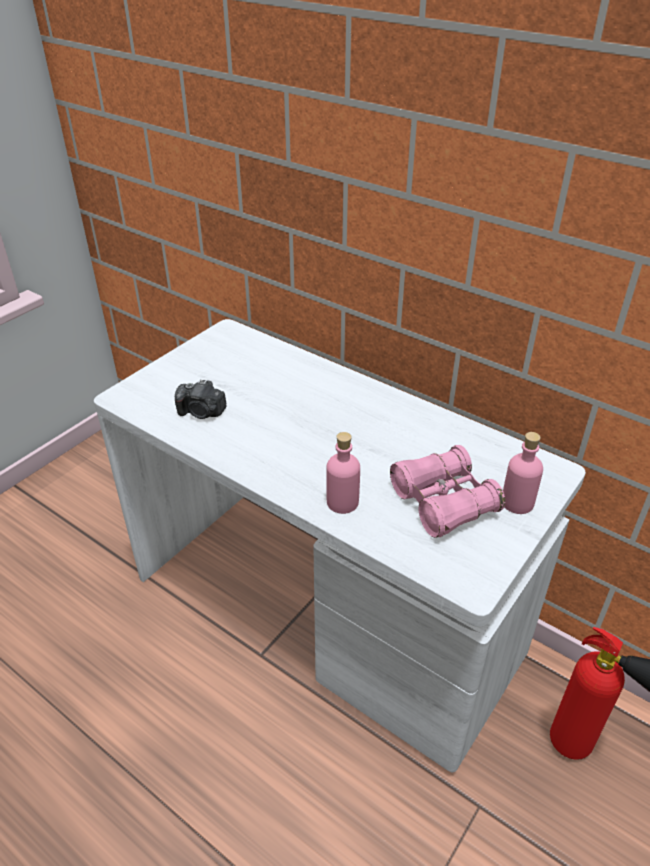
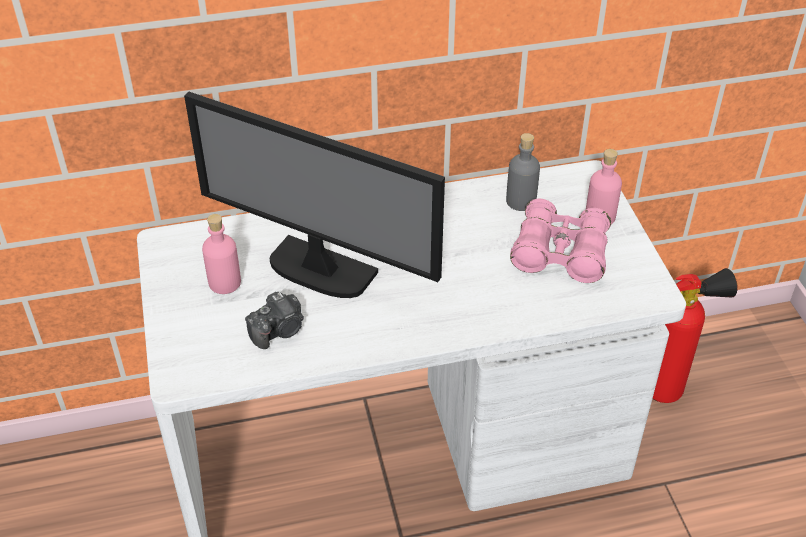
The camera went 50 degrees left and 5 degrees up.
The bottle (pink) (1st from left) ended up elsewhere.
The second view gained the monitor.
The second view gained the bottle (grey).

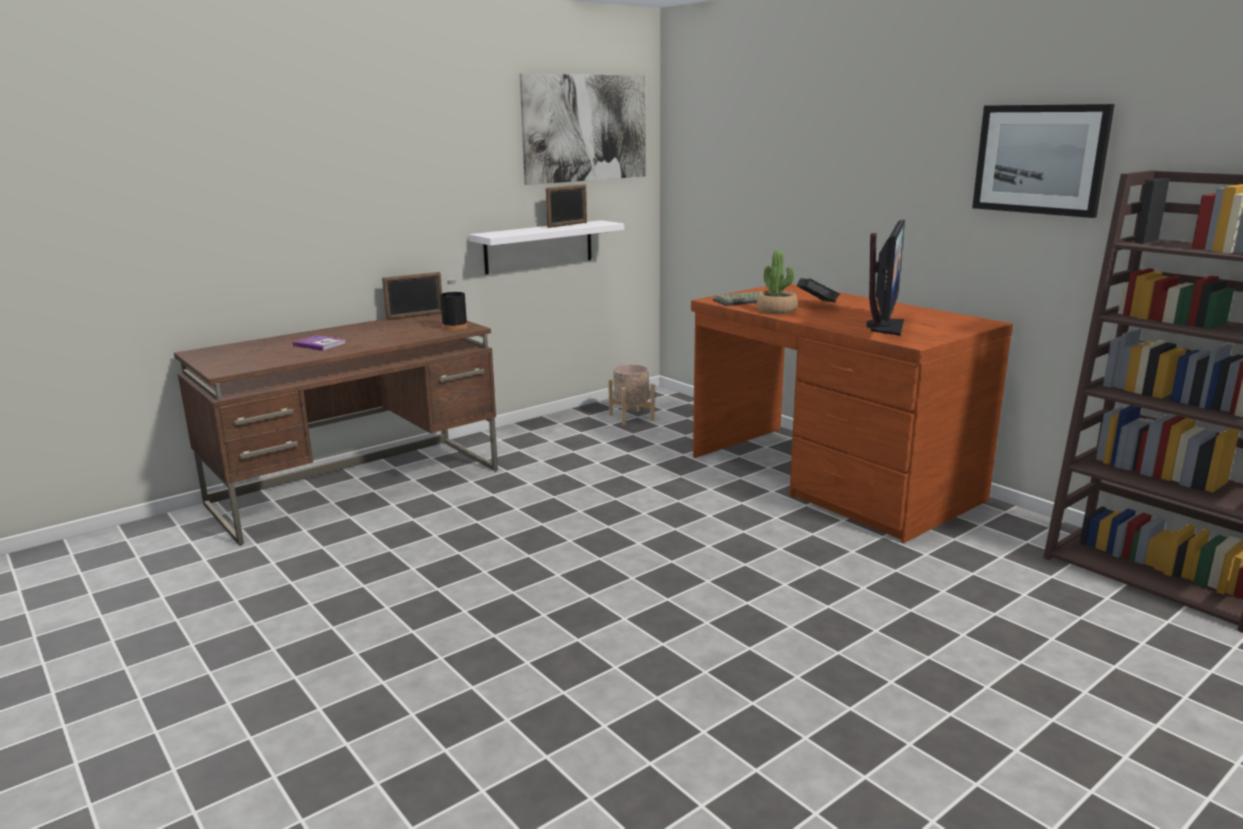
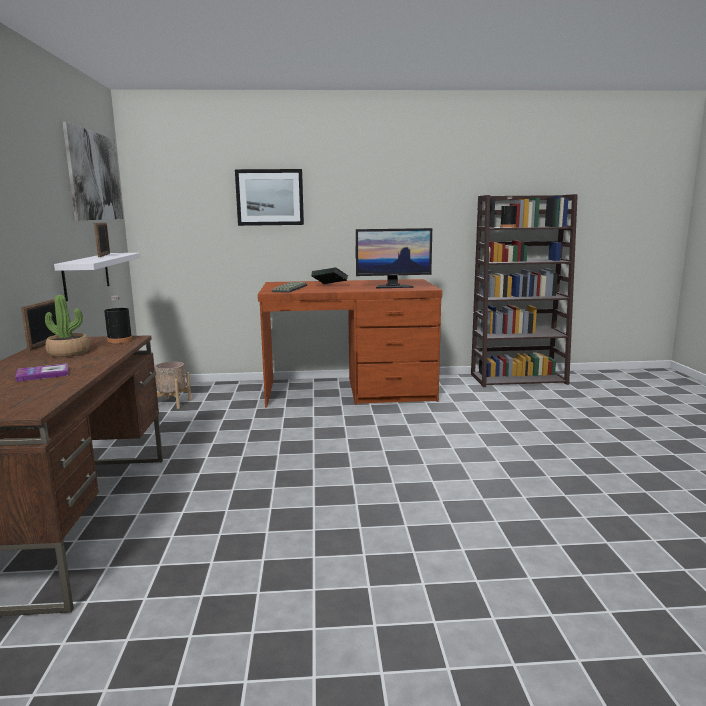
The camera went 55 degrees left and 5 degrees down.
The potted plant ended up elsewhere.
The monitor ended up facing another way, 120 degrees clockwise from before.
The picture (2nd from left) ended up elsewhere.
The second view gained the bottle (black) (2nd from left).

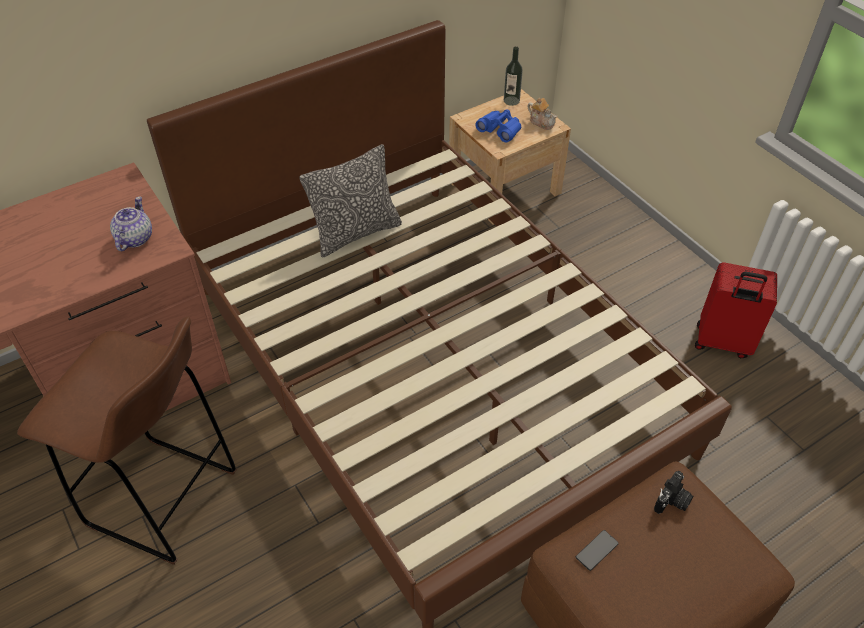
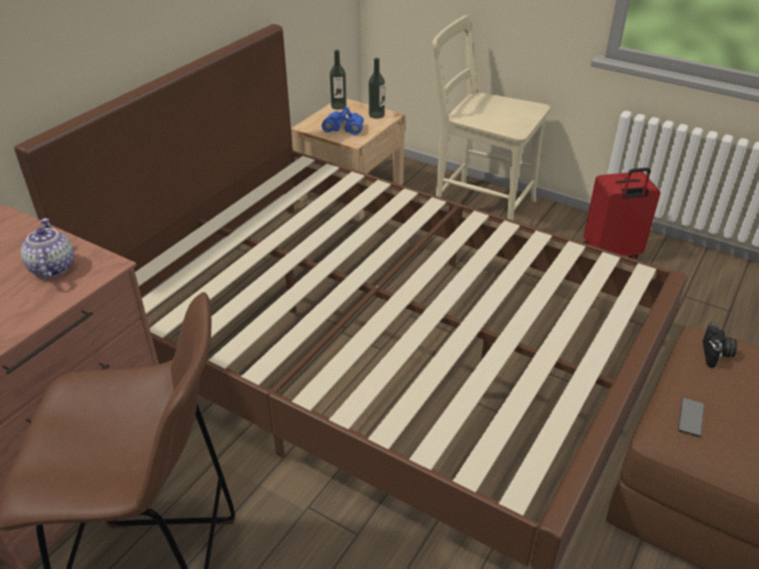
The camera went 25 degrees left and 10 degrees down.
The second view lost the pillow.
Where the teapot (2nd from left) stood, the bottle (2nd from left) came to stand.
The second view gained the chair (beige).

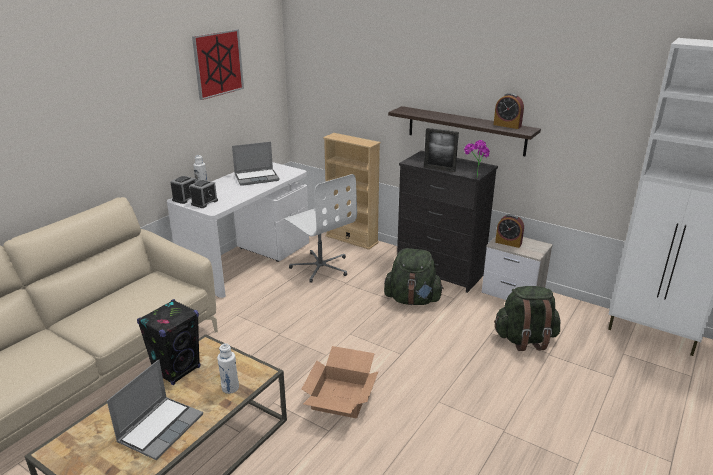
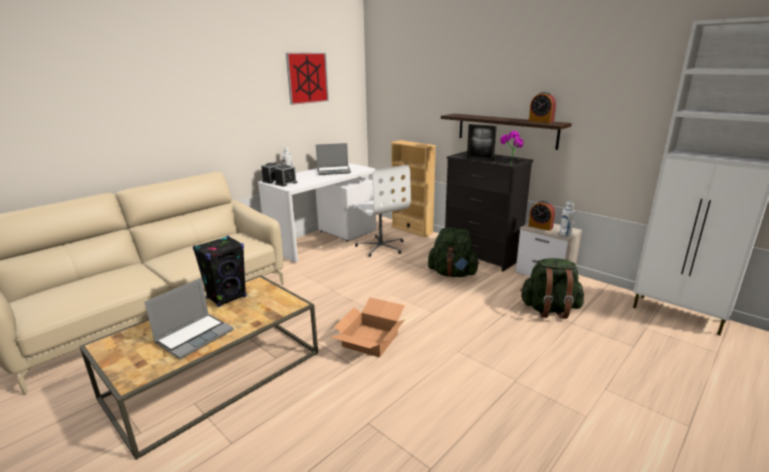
The camera went 10 degrees right and 5 degrees down.
The bottle (white) (2nd from left) ended up elsewhere.

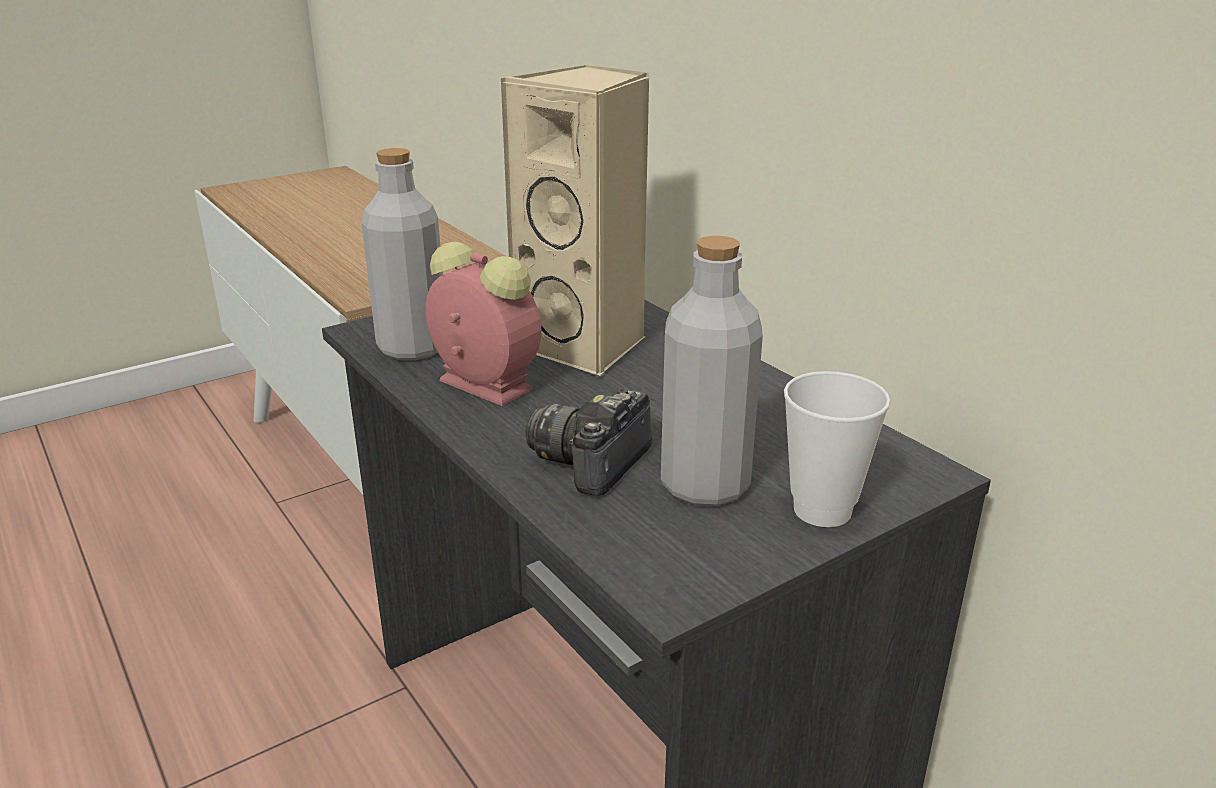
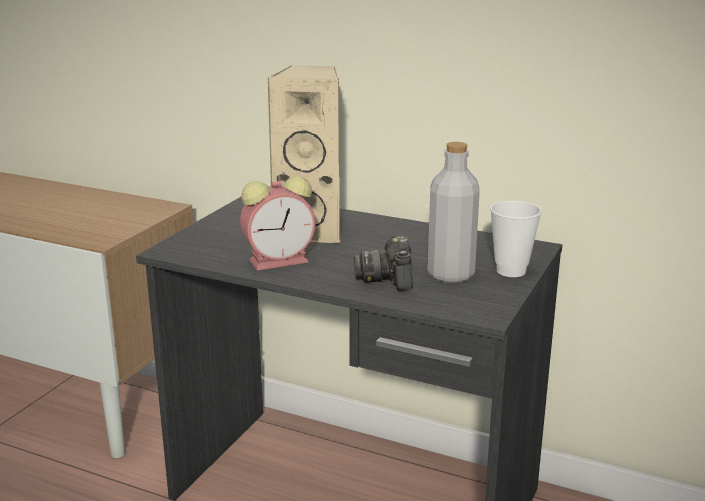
The camera went 30 degrees left and 5 degrees down.
The second view lost the bottle (grey) (1st from left).
The alarm clock ended up facing another way, 150 degrees clockwise from before.

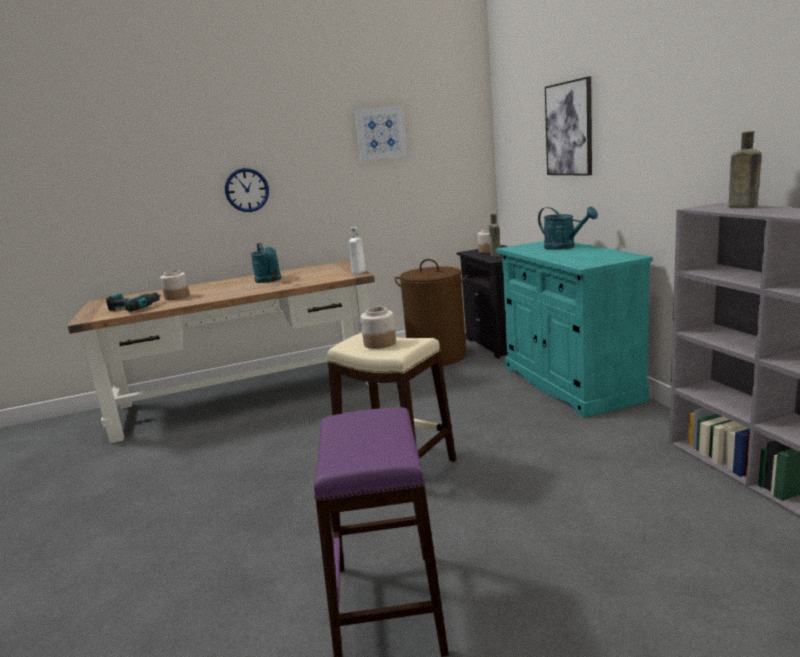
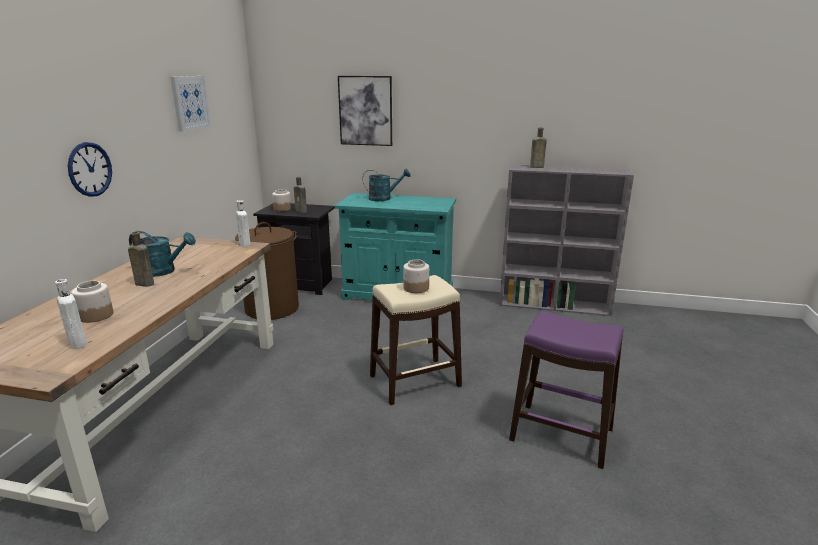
The camera went 60 degrees left and 5 degrees up.
Where the power drill stood, the bottle (white) (1st from left) came to stand.
The second view gained the bottle (brown) (1st from left).

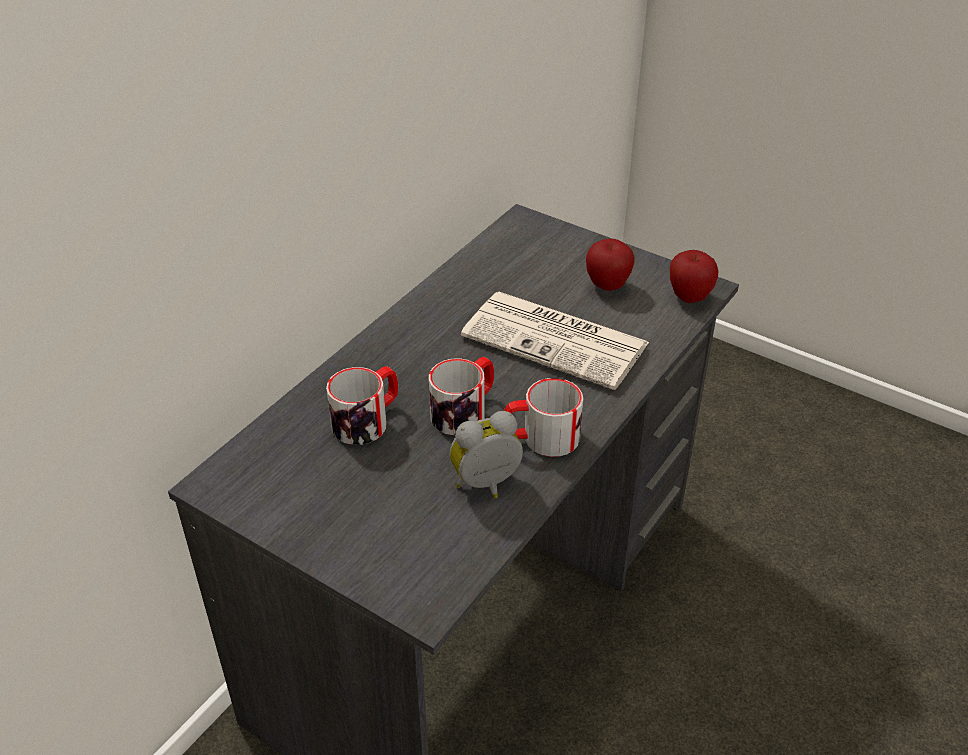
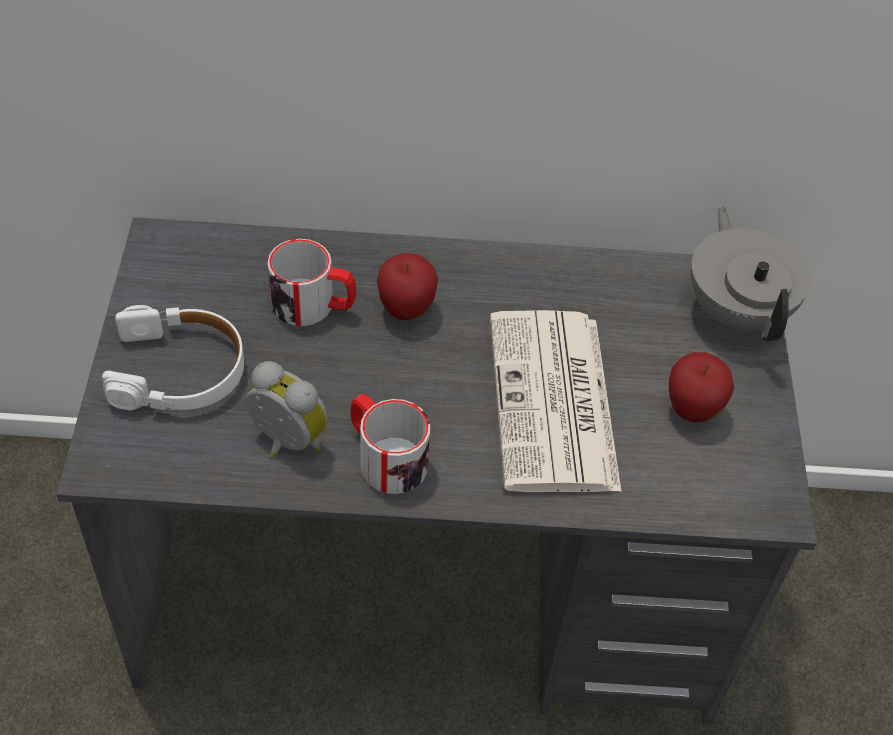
The camera went 55 degrees right and 10 degrees up.
The second view lost the mug (2nd from left).
The apple (2nd from left in the first image) ended up elsewhere.
The second view gained the headphones (white).
The second view gained the teapot (grey).

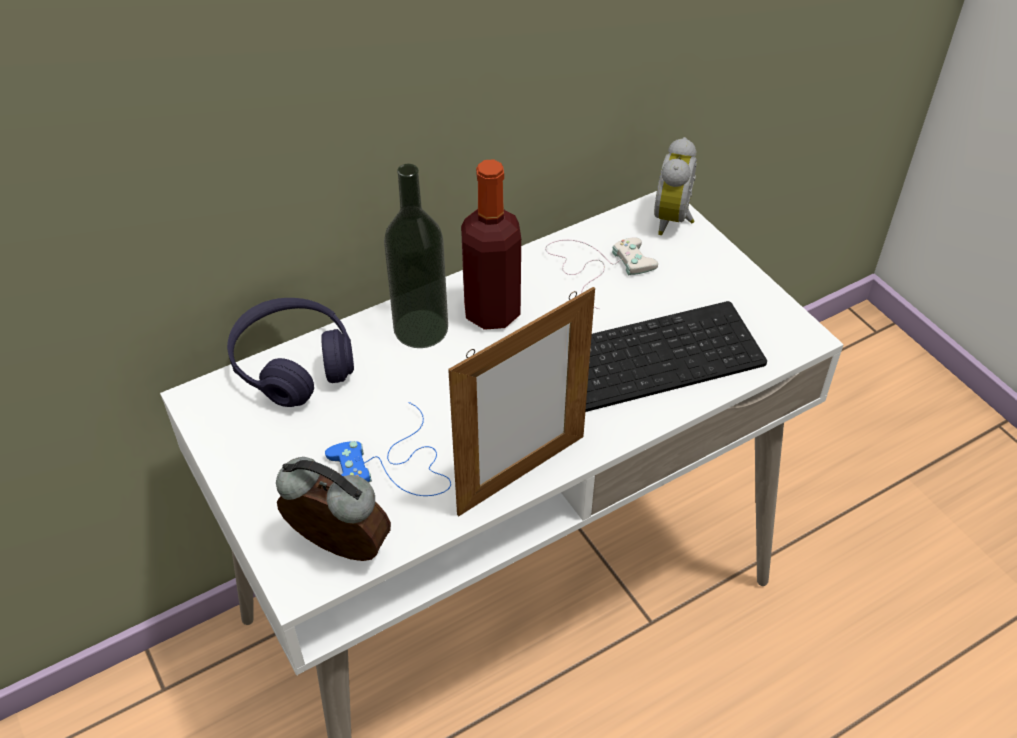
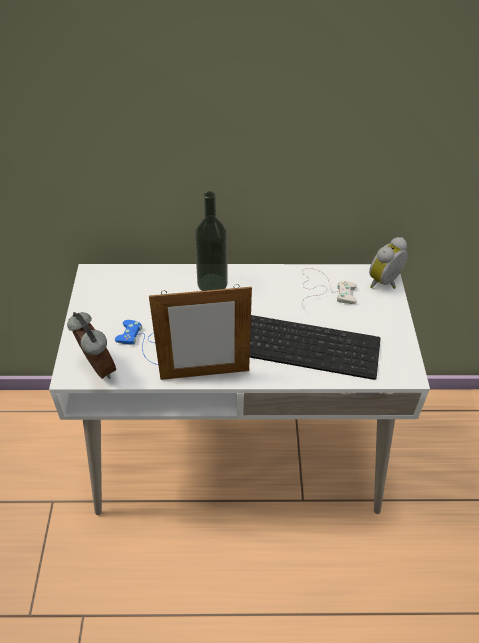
The camera went 30 degrees right and 0 degrees up.
The second view lost the headphones (purple).
The second view lost the bottle (2nd from left).

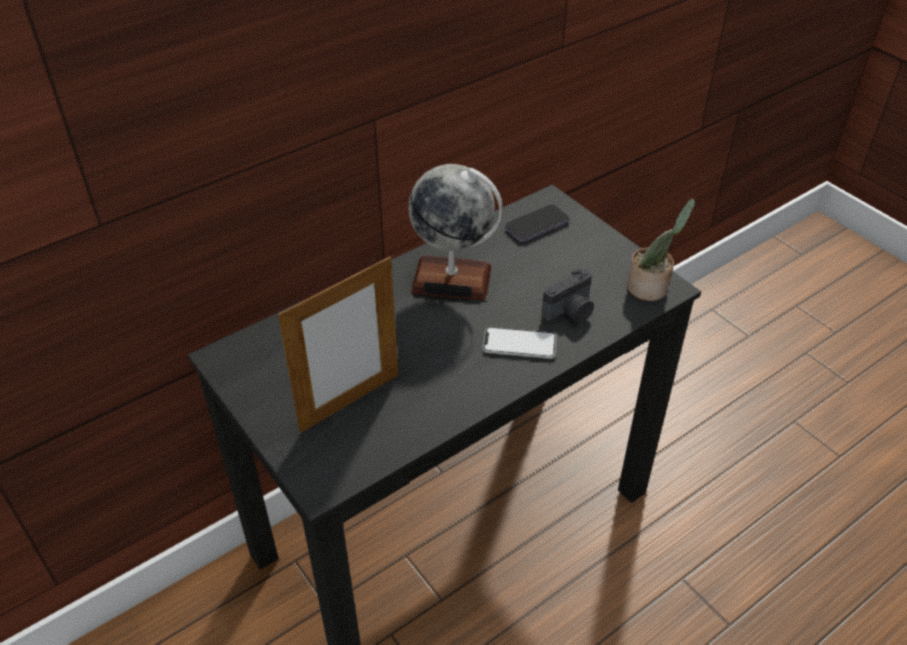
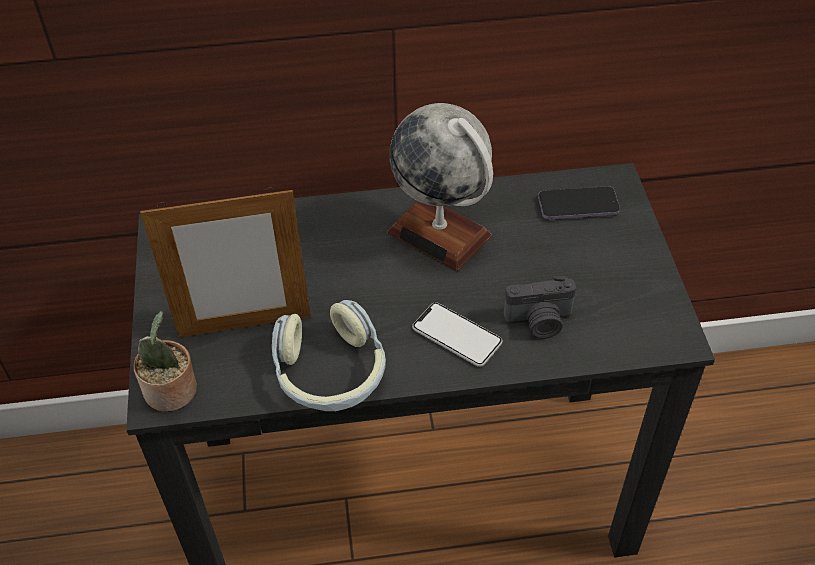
The camera went 30 degrees right and 5 degrees up.
The potted plant ended up elsewhere.
The second view gained the headphones.

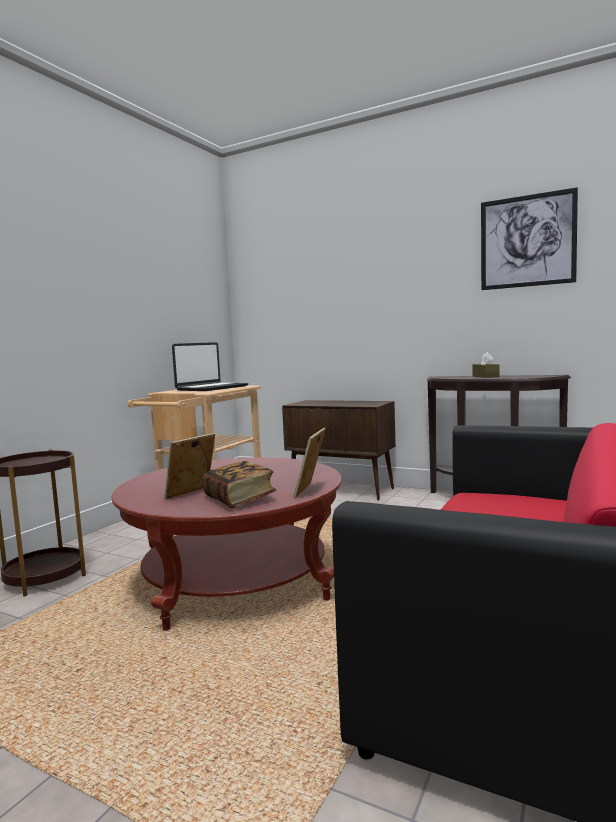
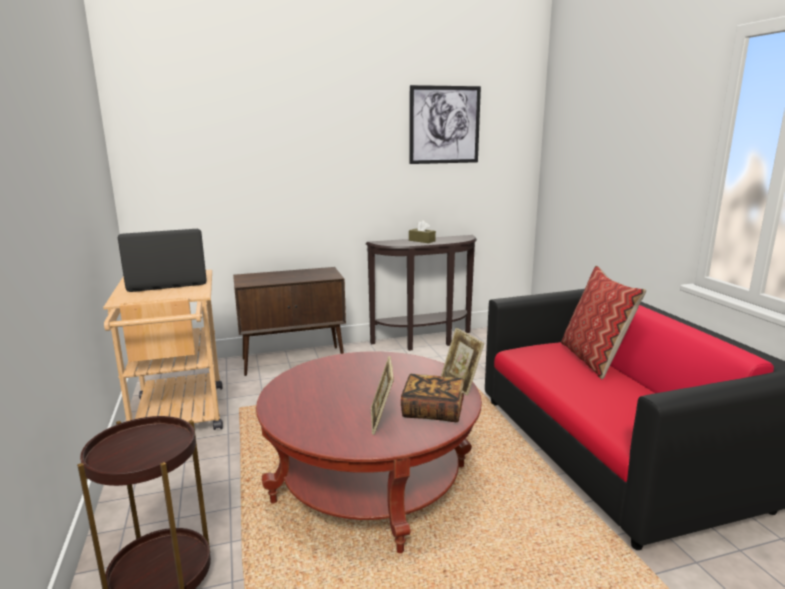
The camera went 45 degrees left and 10 degrees up.
The laptop ended up facing another way, 105 degrees counterclockwise from before.
The second view gained the pillow.

